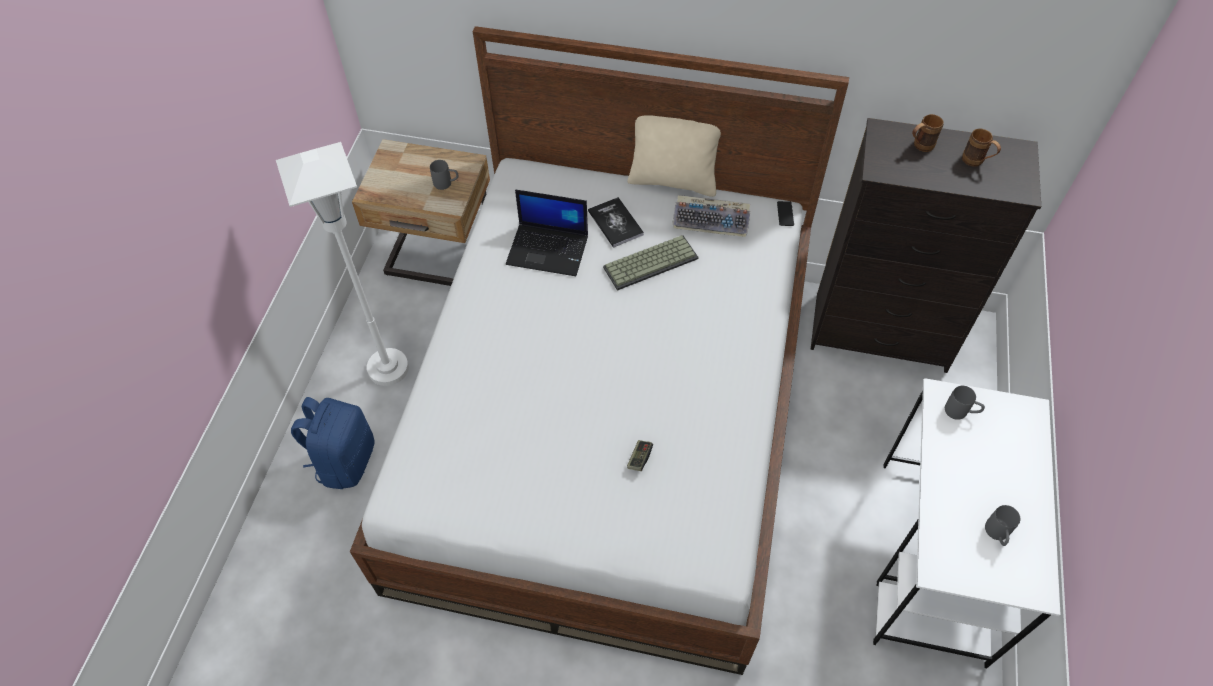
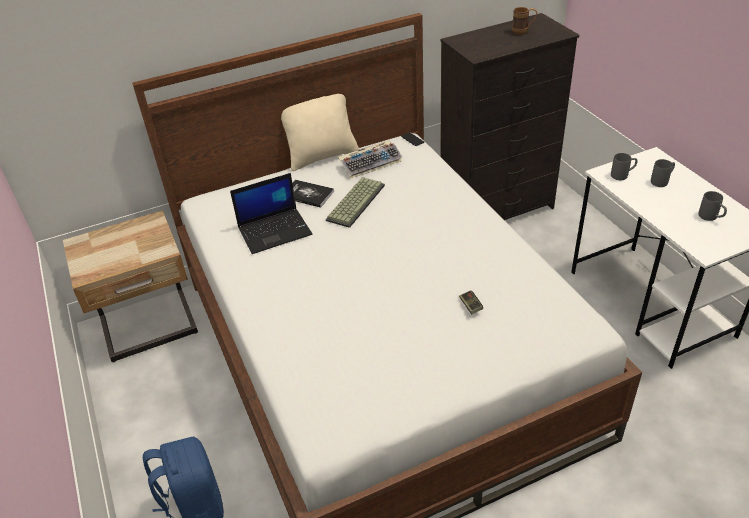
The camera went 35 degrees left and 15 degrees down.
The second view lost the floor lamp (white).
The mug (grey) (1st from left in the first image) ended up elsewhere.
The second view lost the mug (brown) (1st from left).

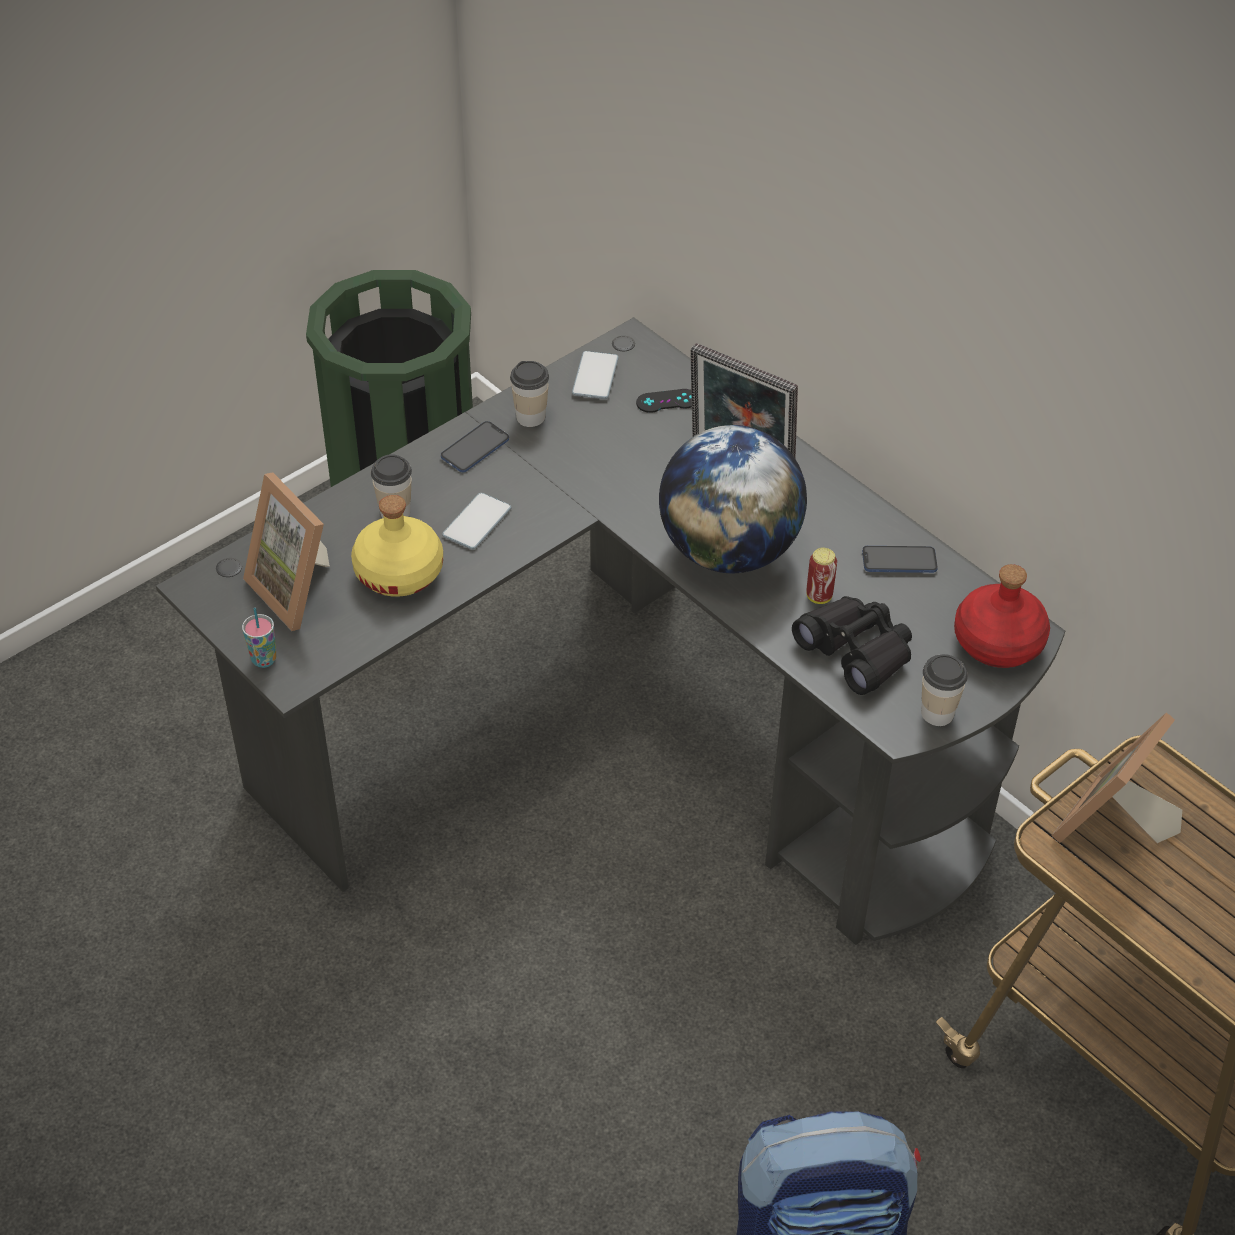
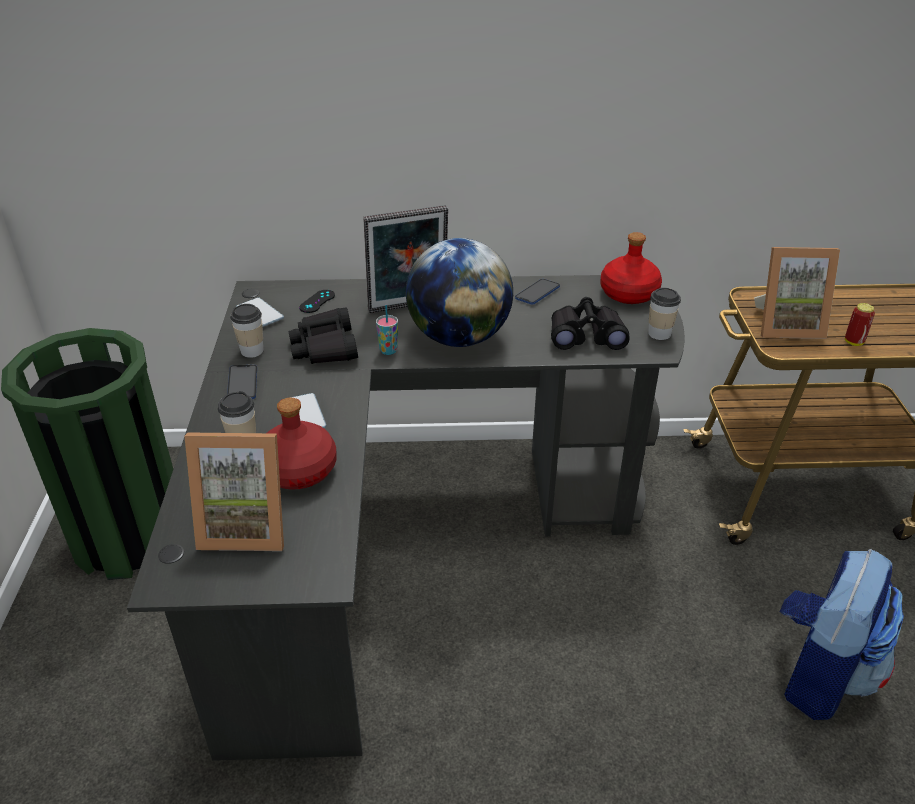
The camera went 50 degrees left and 10 degrees down.
The cup (1st from left in the first image) ended up elsewhere.
What was the bottle (yellow) turned into the bottle (red) (1st from left).
The can ended up elsewhere.
The picture frame (3rd from left) ended up facing another way, 75 degrees counterclockwise from before.
The second view gained the binoculars (black) (1st from left).

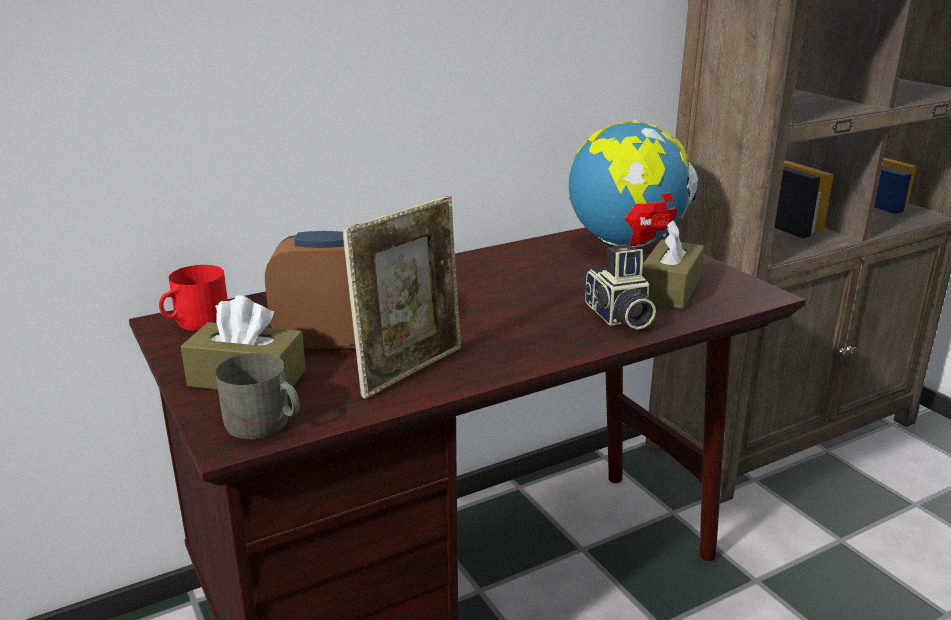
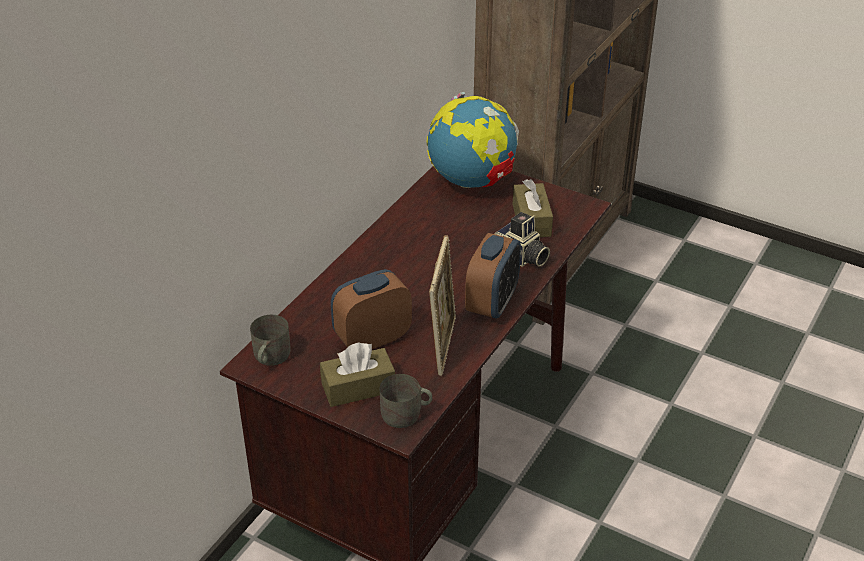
The camera went 30 degrees left and 15 degrees up.
What was the mug (red) turned into the mug (grey) (1st from left).
The second view gained the alarm clock (2nd from left).

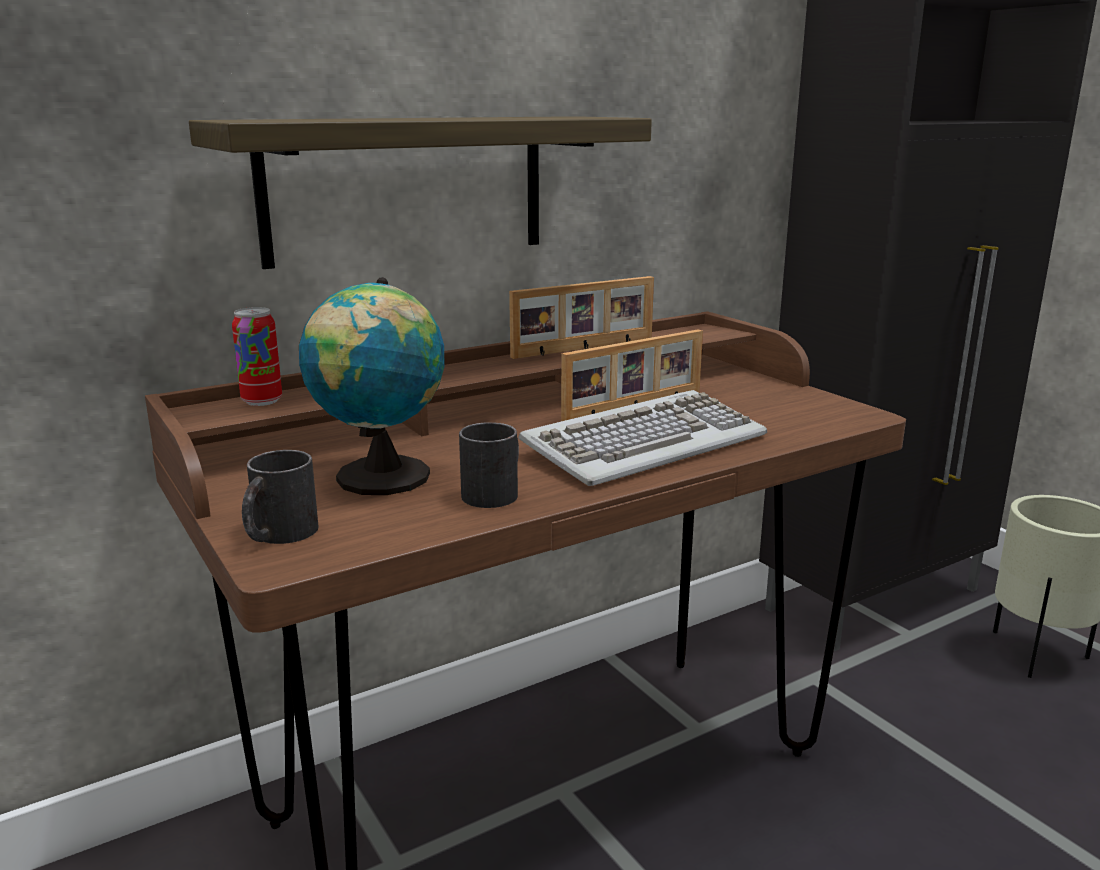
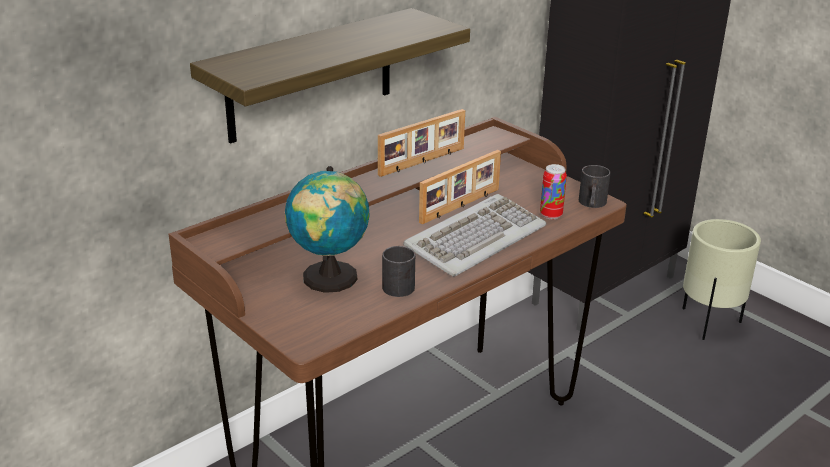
The camera went 10 degrees left and 10 degrees up.
The can ended up elsewhere.
The mug (black) (1st from left in the first image) ended up elsewhere.

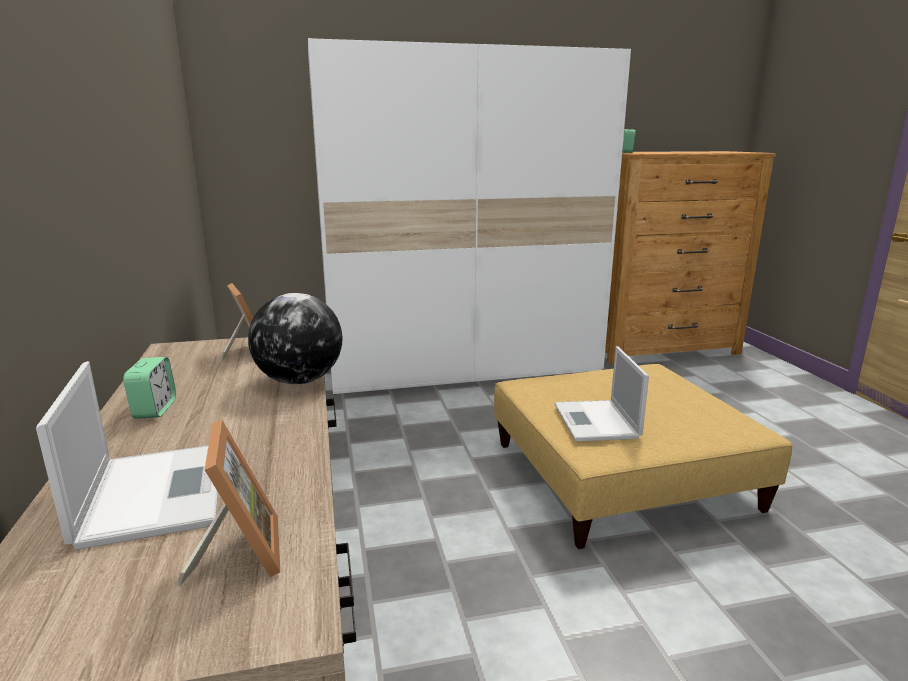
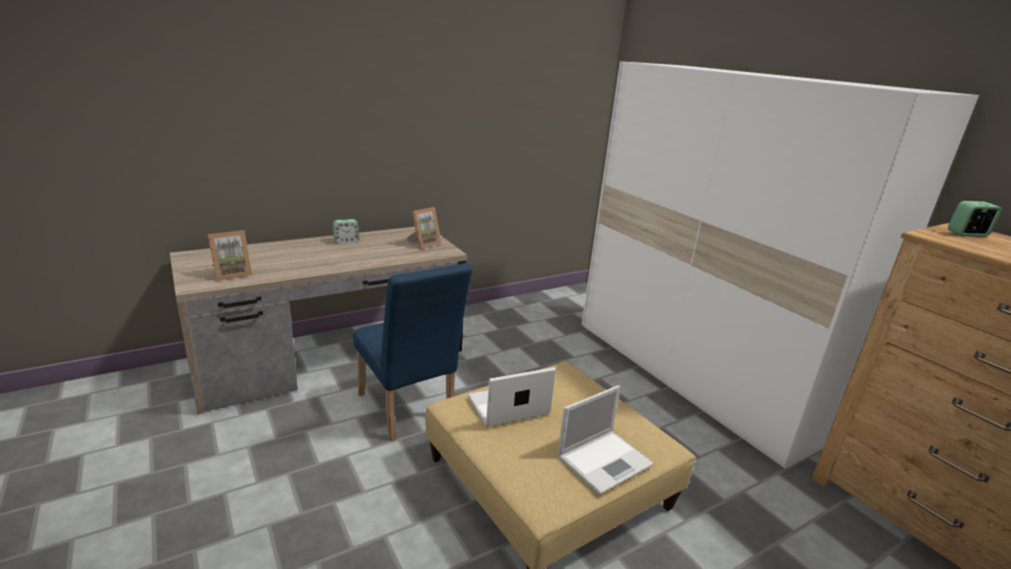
The camera went 70 degrees right and 5 degrees up.
The laptop (1st from left in the first image) ended up elsewhere.
The second view lost the globe.
The second view gained the chair (blue).

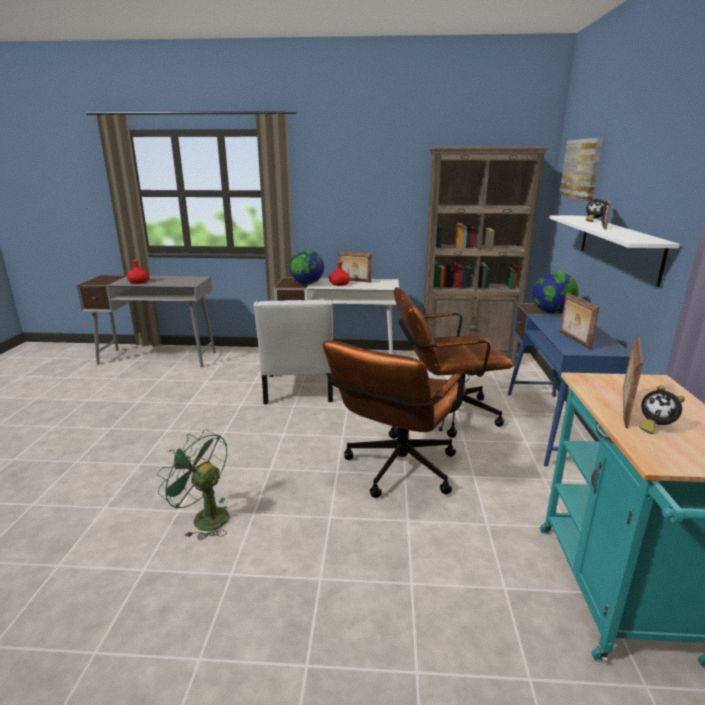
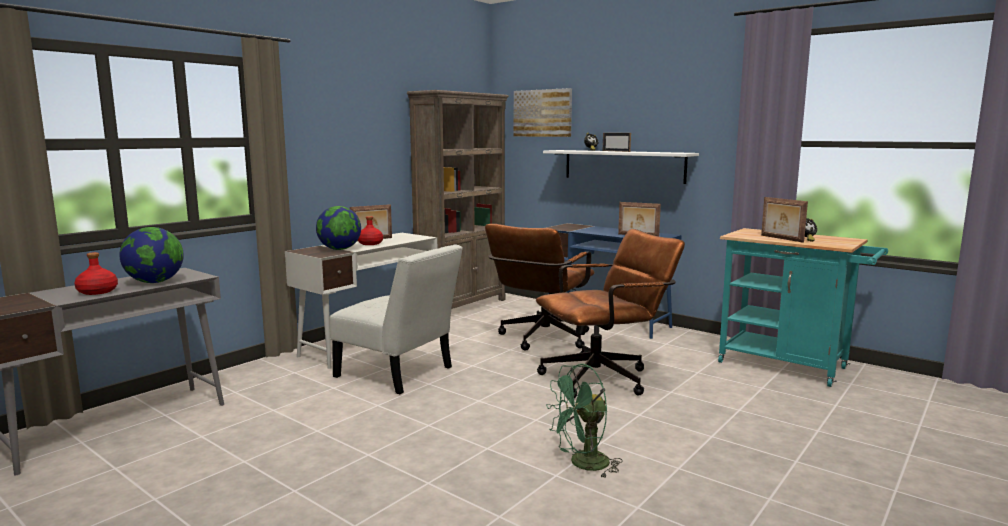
The camera went 55 degrees left and 10 degrees down.
The office chair (brown) (1st from left in the first image) ended up facing another way, 90 degrees counterclockwise from before.
The globe (2nd from left in the first image) ended up elsewhere.

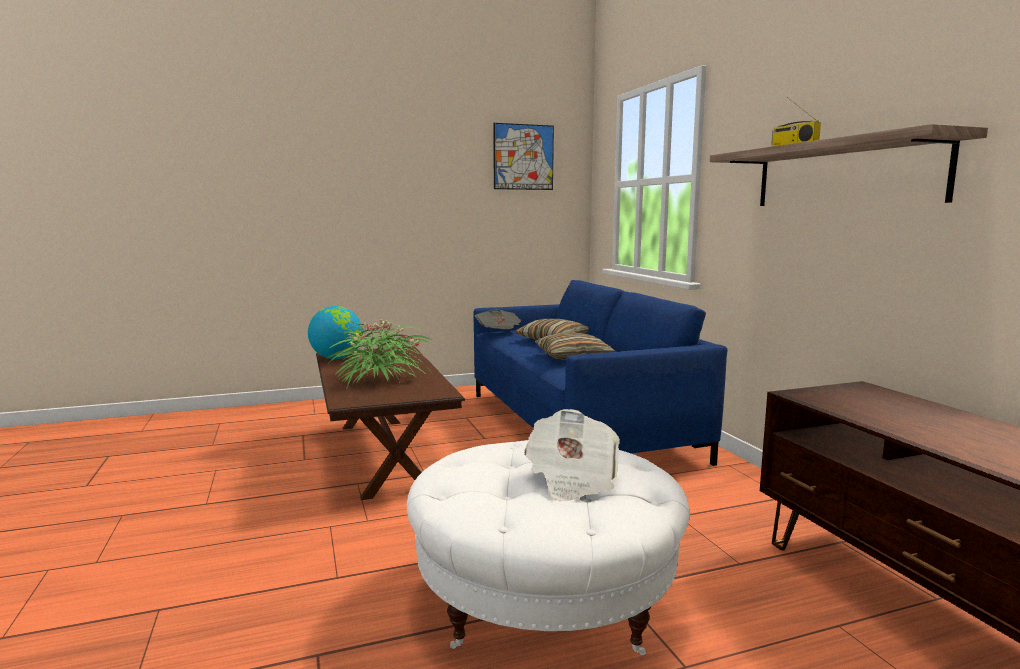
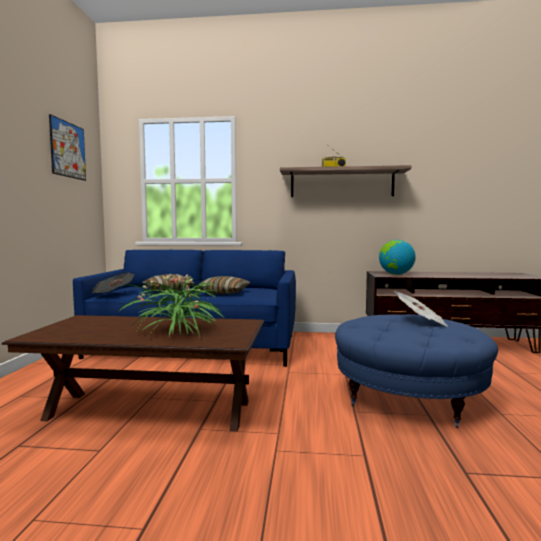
The camera went 65 degrees left and 5 degrees down.
The globe ended up elsewhere.
What was the ottoman (white) turned into the ottoman (blue).

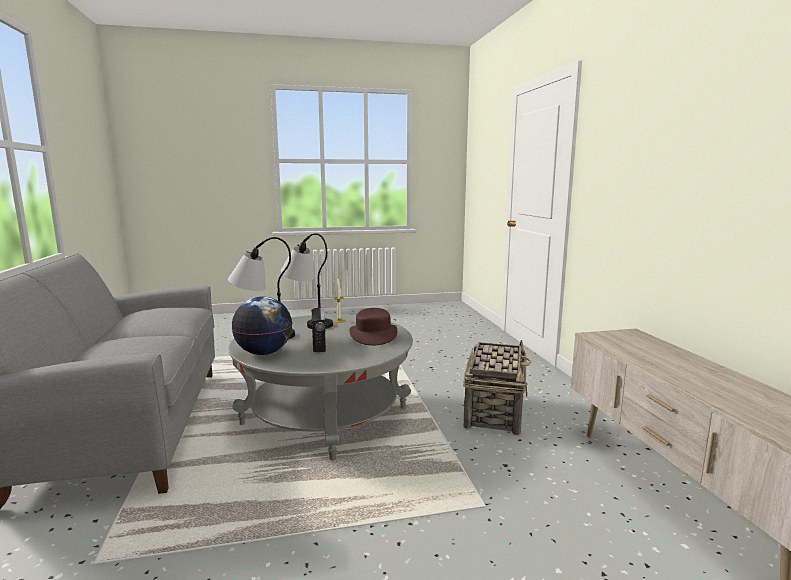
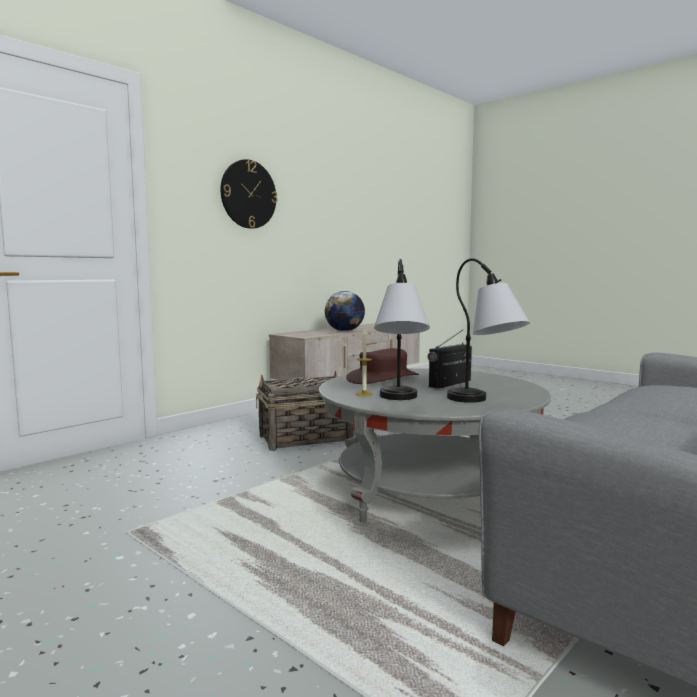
The camera went 125 degrees left and 5 degrees down.
The globe ended up elsewhere.
The second view gained the wall clock.

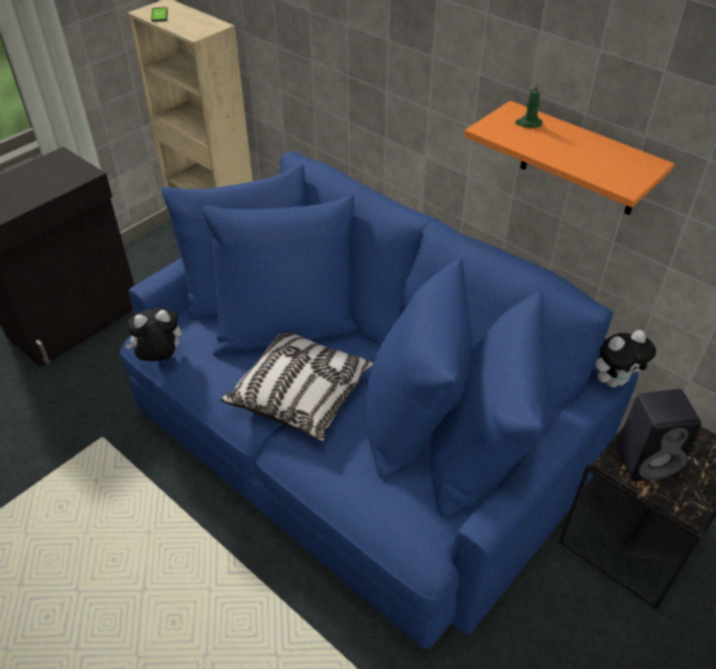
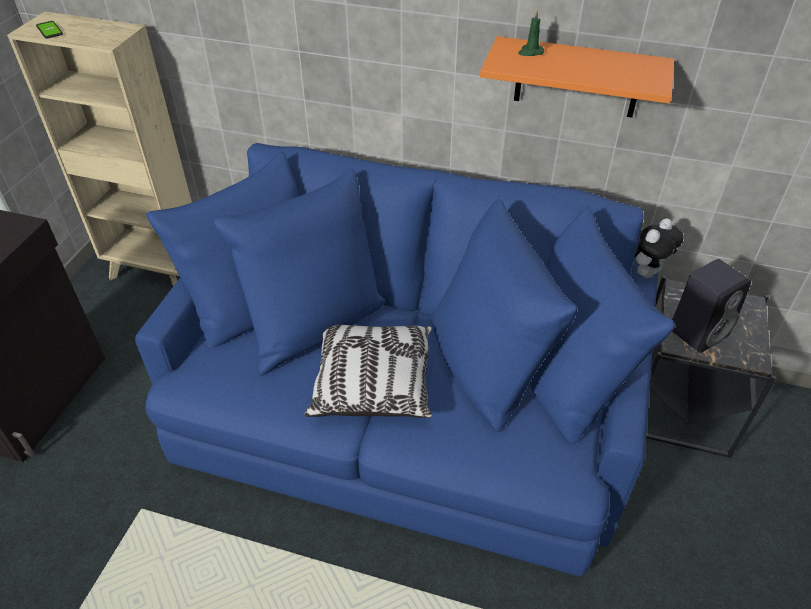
The camera went 25 degrees left and 0 degrees up.
The second view lost the plush toy (1st from left).

